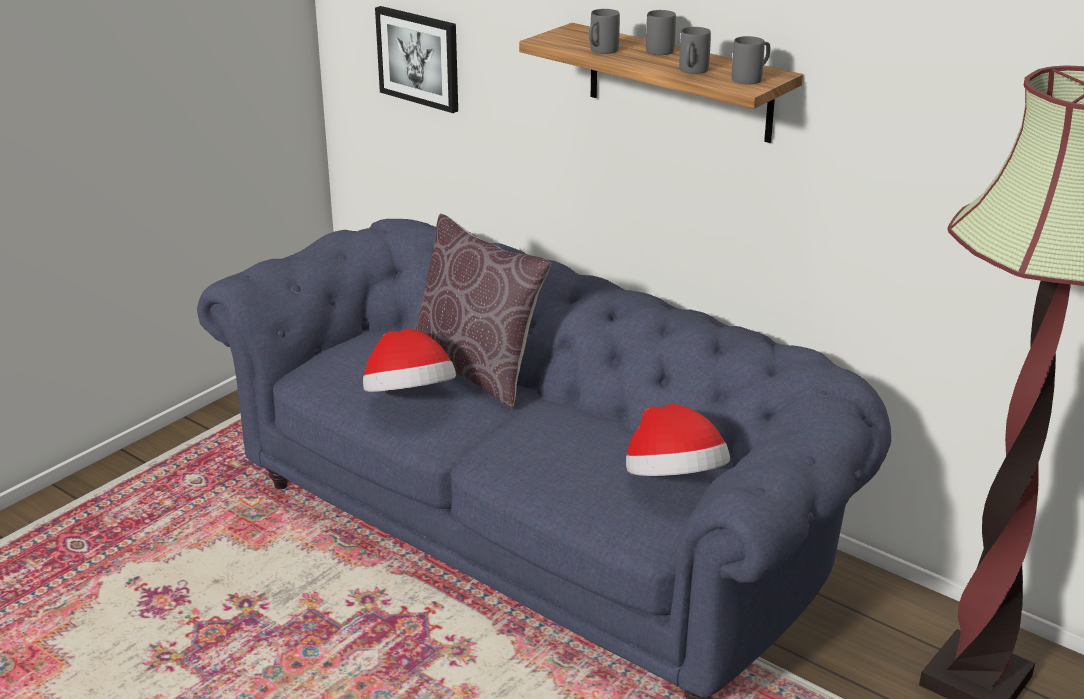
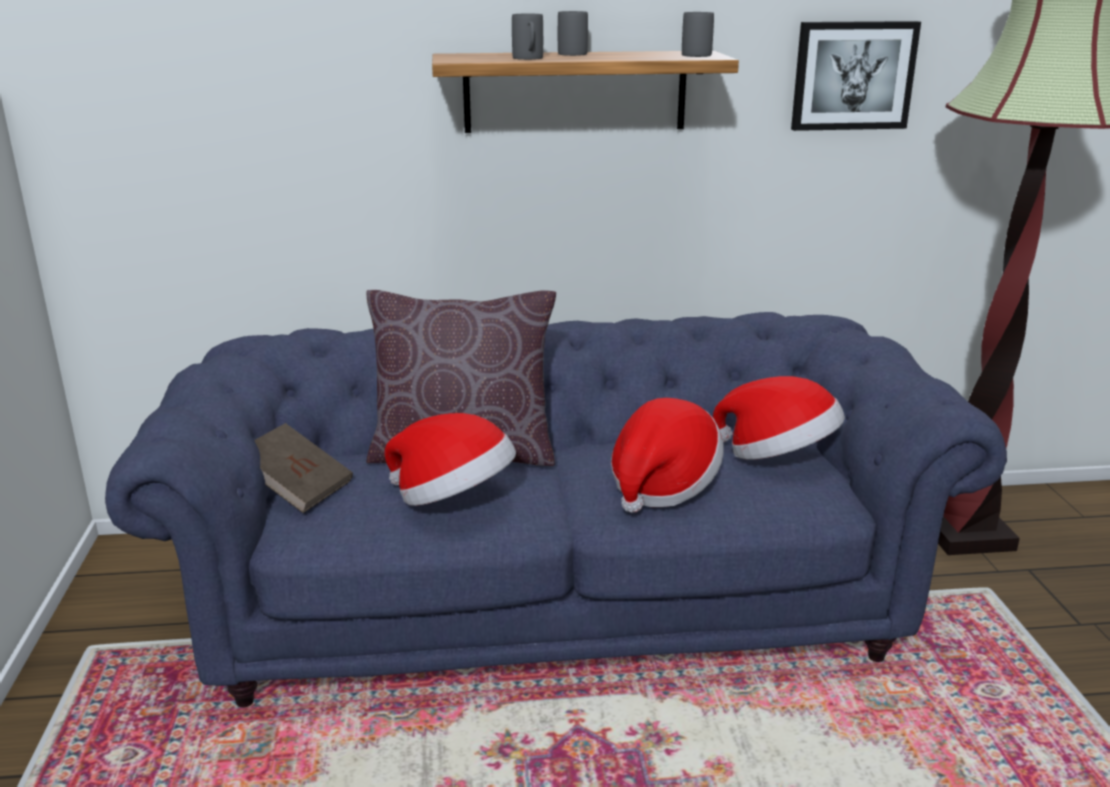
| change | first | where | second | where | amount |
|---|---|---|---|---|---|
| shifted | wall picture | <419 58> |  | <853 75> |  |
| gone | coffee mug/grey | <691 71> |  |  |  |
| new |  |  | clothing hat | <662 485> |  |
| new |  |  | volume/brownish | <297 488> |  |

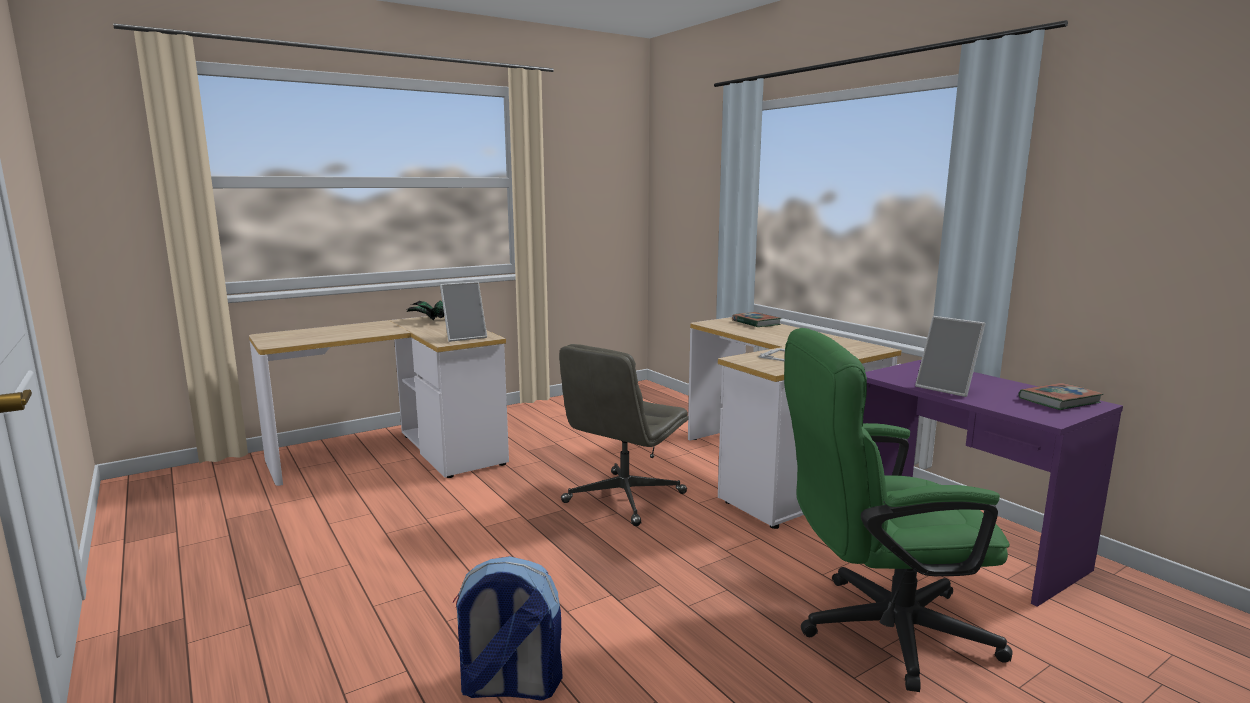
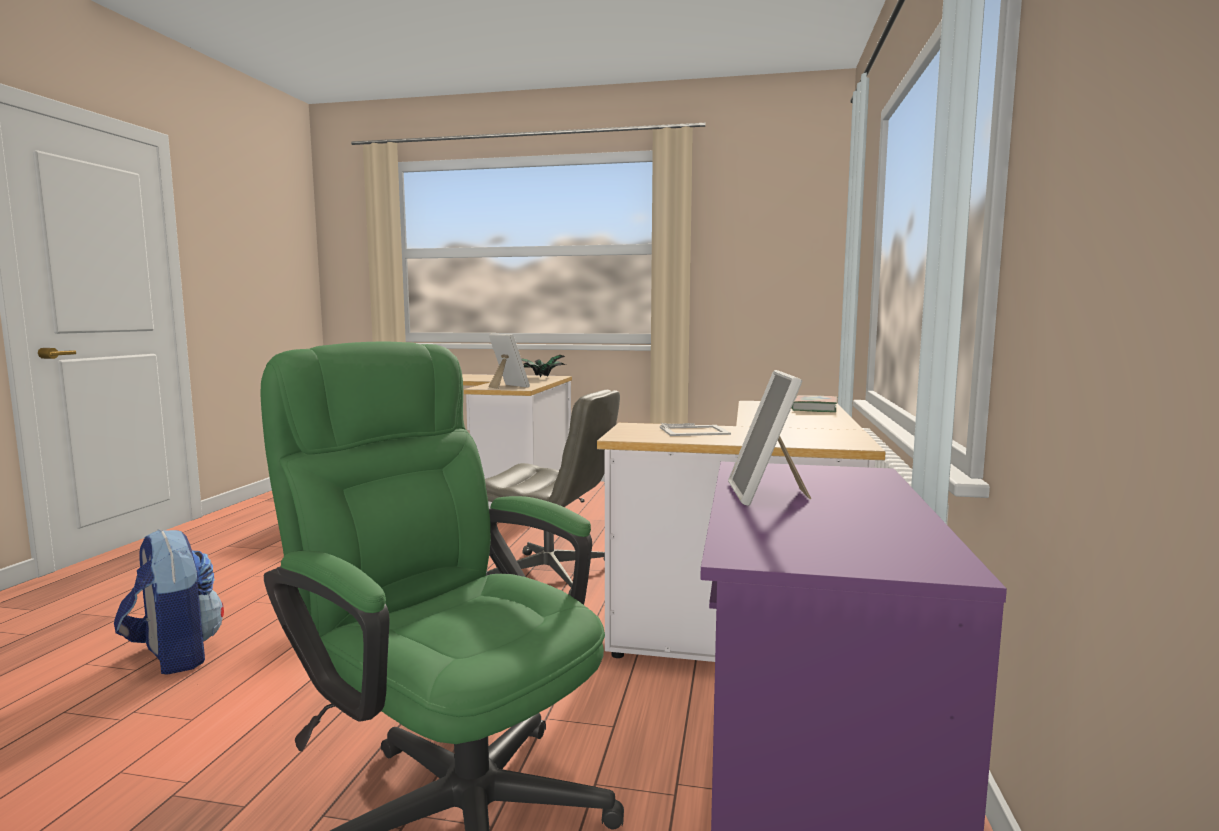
| change | first | where | second | where | amount |
|---|---|---|---|---|---|
| rotated | photo frame | <464 337> |  | <507 387> | 150 degrees counterclockwise |
| rotated | office chair/grey | <624 498> |  | <551 576> | 150 degrees counterclockwise |
| gone | volume | <1059 401> |  |  |  |

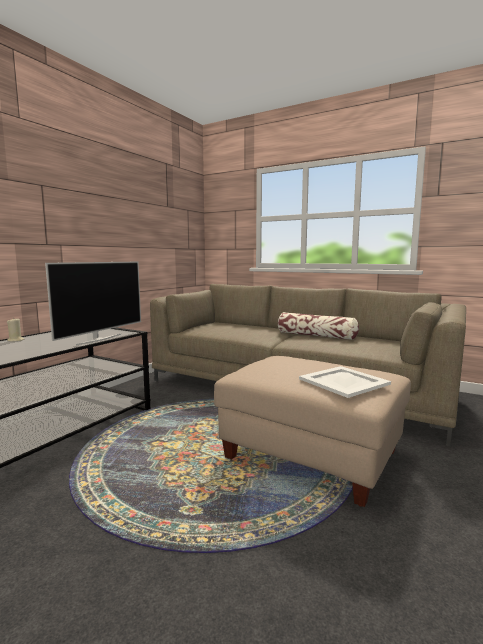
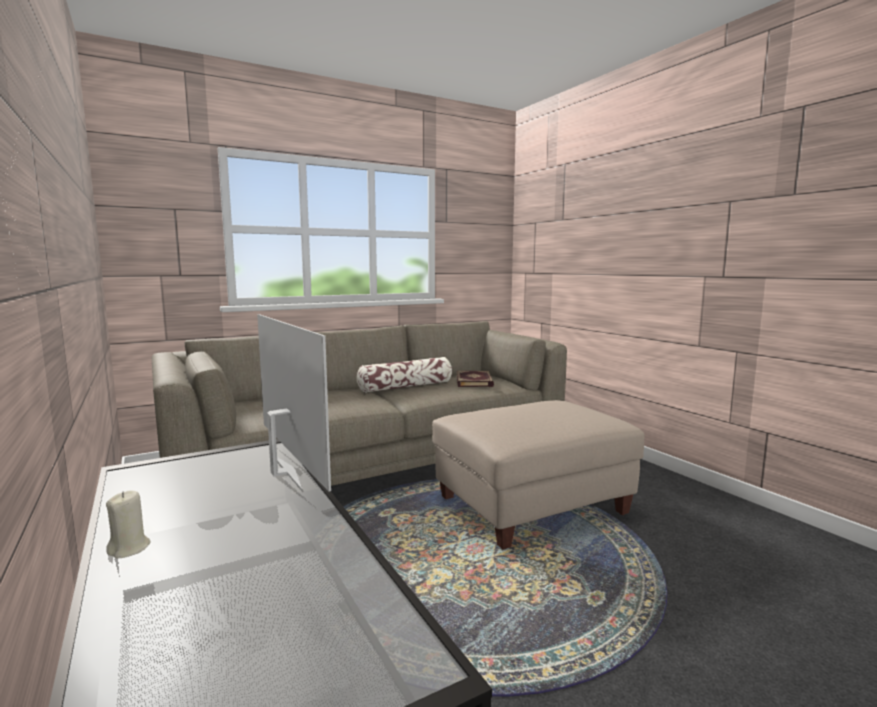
| change | first | where | second | where | amount |
|---|---|---|---|---|---|
| gone | carrying tray/white-coloured | <343 381> |  |  |  |
| new |  |  | volume | <475 381> |  |

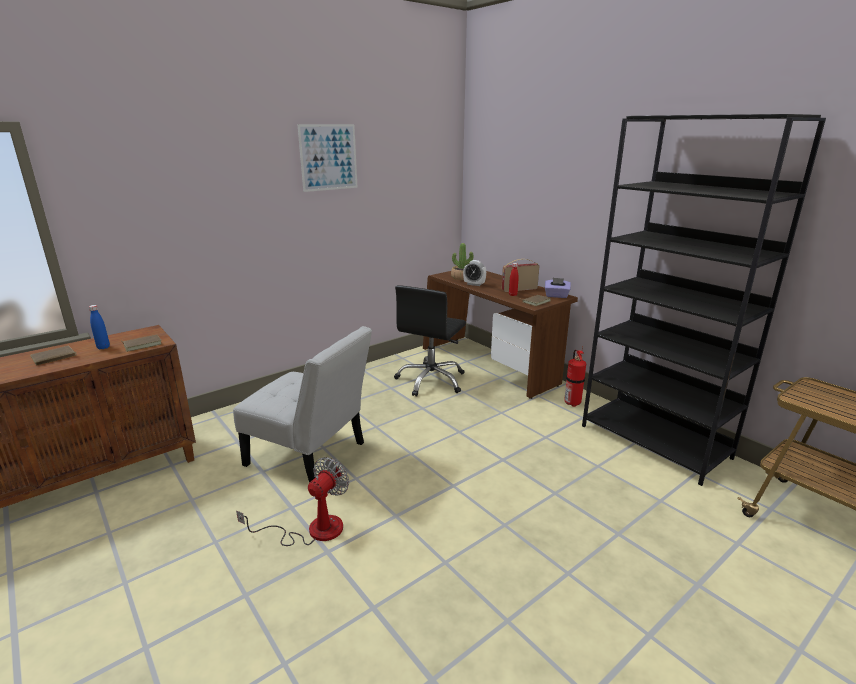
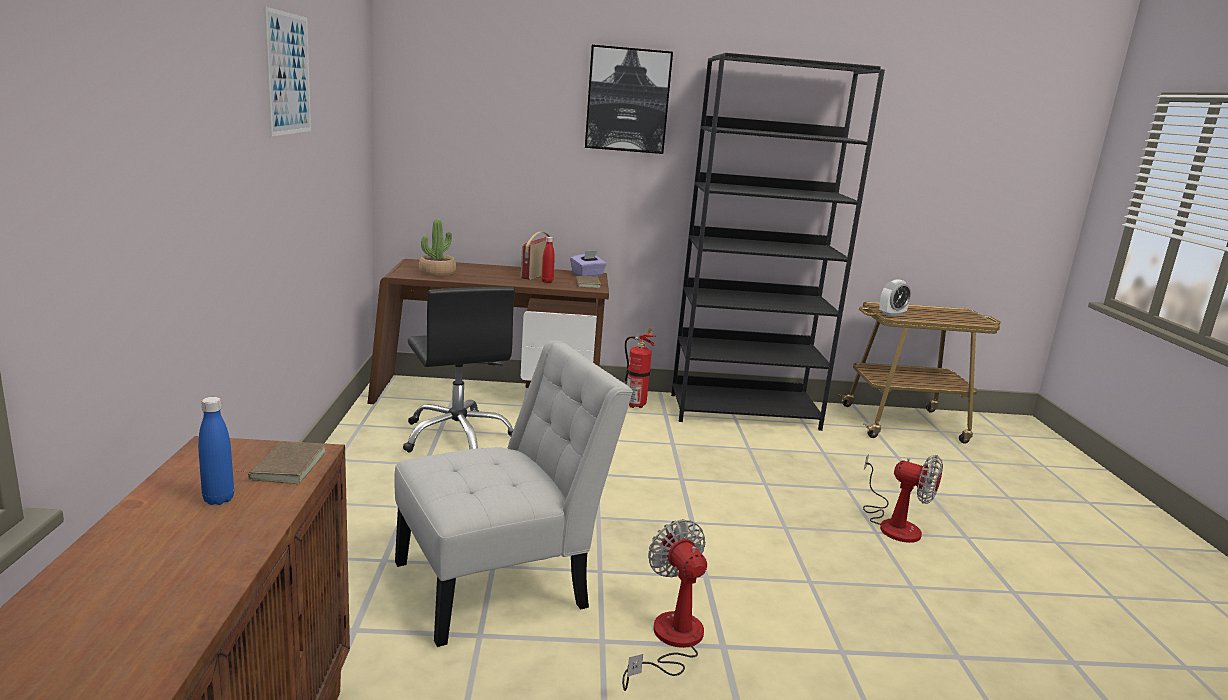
| change | first | where | second | where | amount |
|---|---|---|---|---|---|
| shifted | table clock | <474 284> |  | <892 314> |  |
| gone | volume/brownish | <54 358> |  |  |  |
| new |  |  | wall picture | <627 100> |  |
| new |  |  | fan | <893 523> |  |

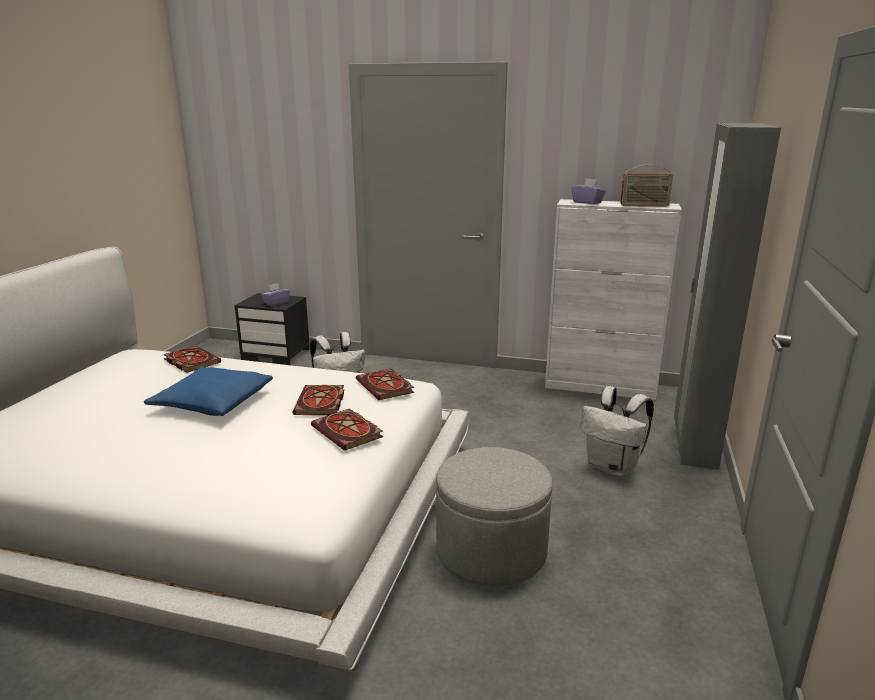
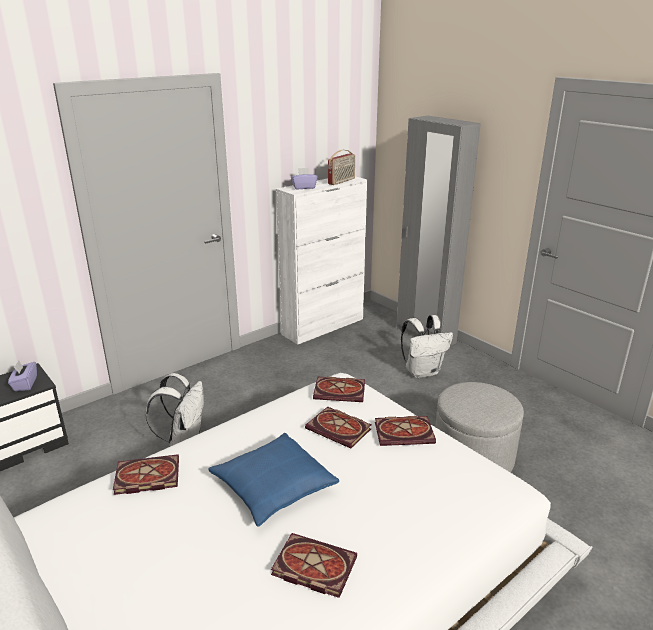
| change | first | where | second | where | amount |
|---|---|---|---|---|---|
| new |  |  | volume | <312 567> |  |

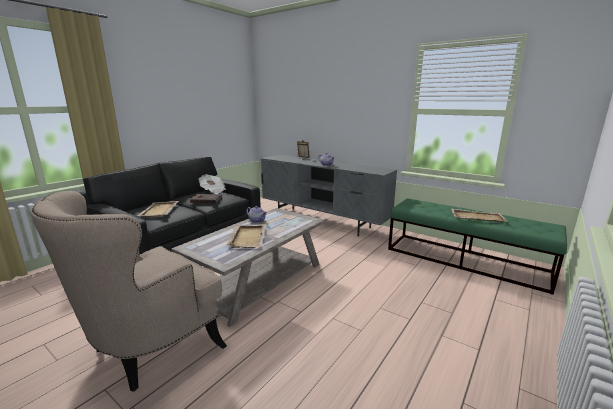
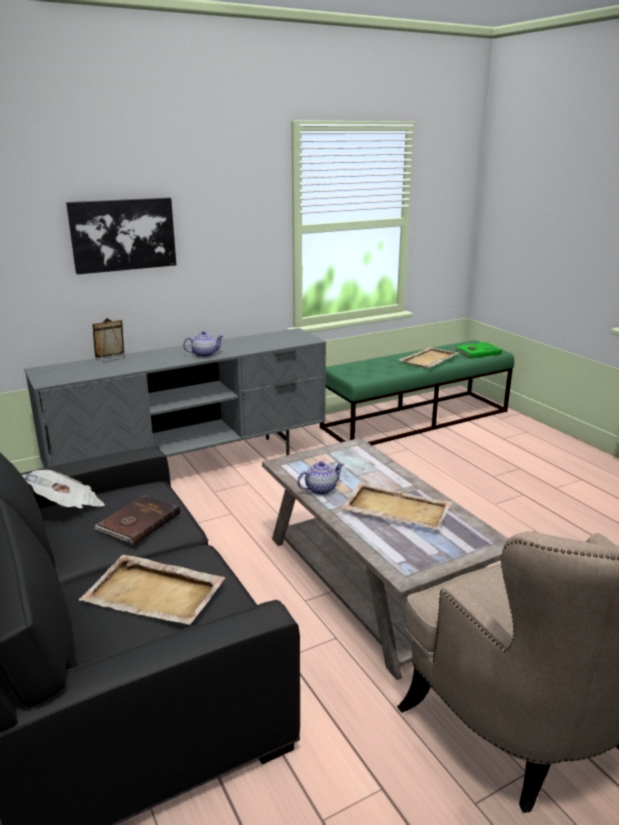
| change | first | where | second | where | amount |
|---|---|---|---|---|---|
| new |  |  | wall picture | <123 234> |  |
| new |  |  | volume/green | <477 352> |  |

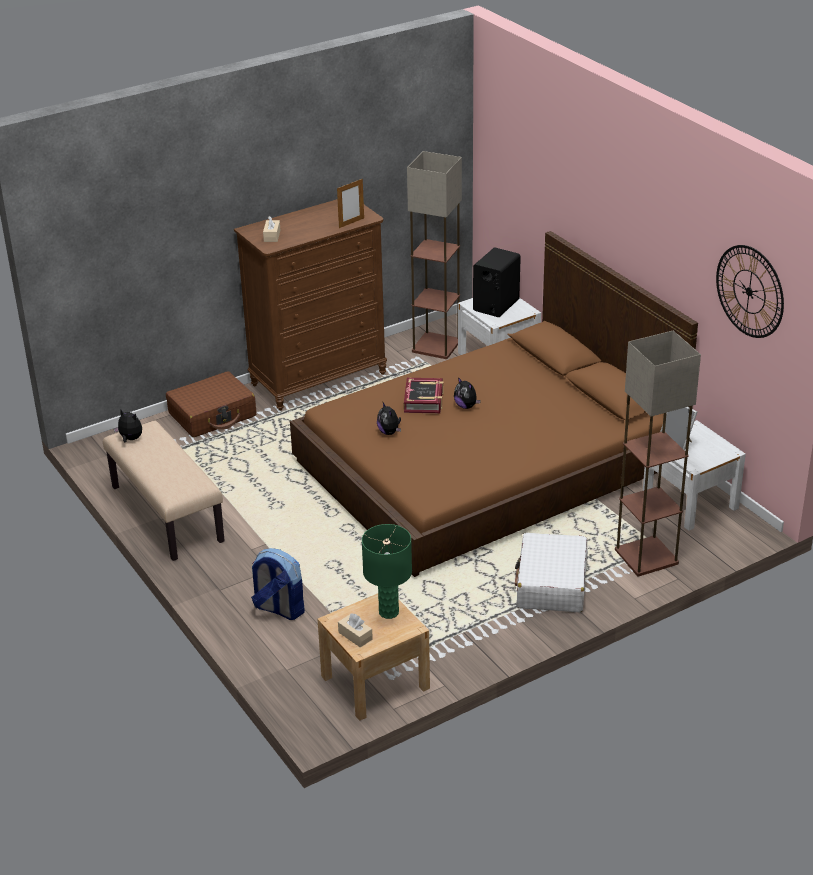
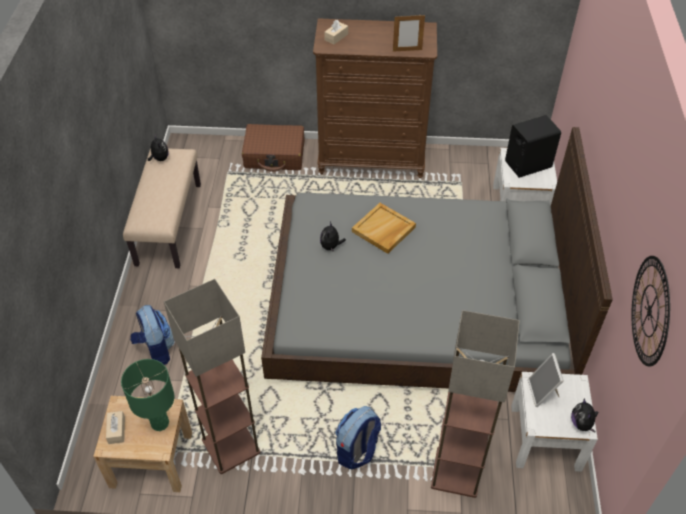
| change | first | where | second | where | amount |
|---|---|---|---|---|---|
| shifted | standing lamp | <435 346> |  | <231 445> |  |
| repainted | bed/brownish | <488 464> | bed/grey | <418 303> |  |
| shifted | cuddly toy | <466 406> |  | <582 424> |  |
| swapped | volume | <424 400> | carrying tray/beige | <383 230> |  |
| swapped | suitcase/white-coloured | <551 584> | backpack | <357 451> |  |

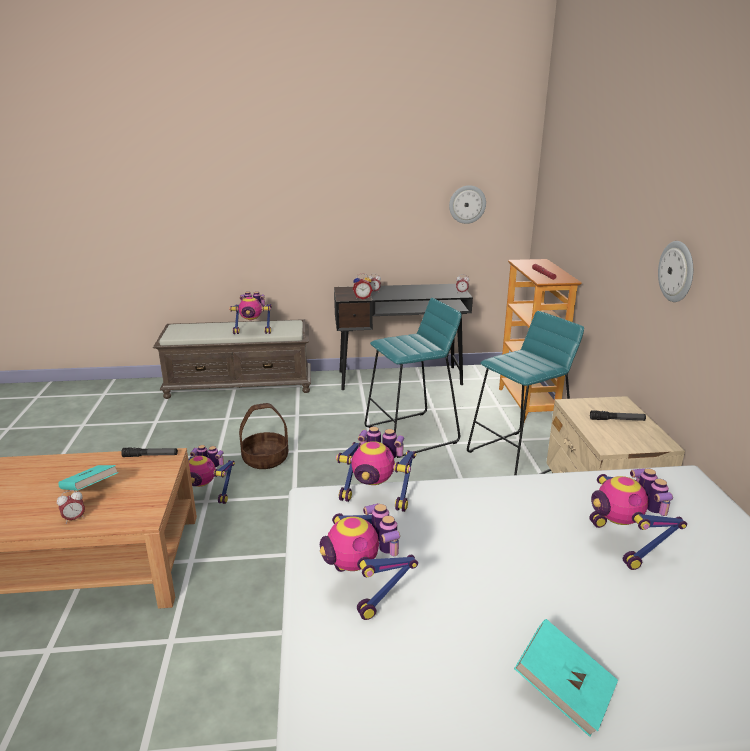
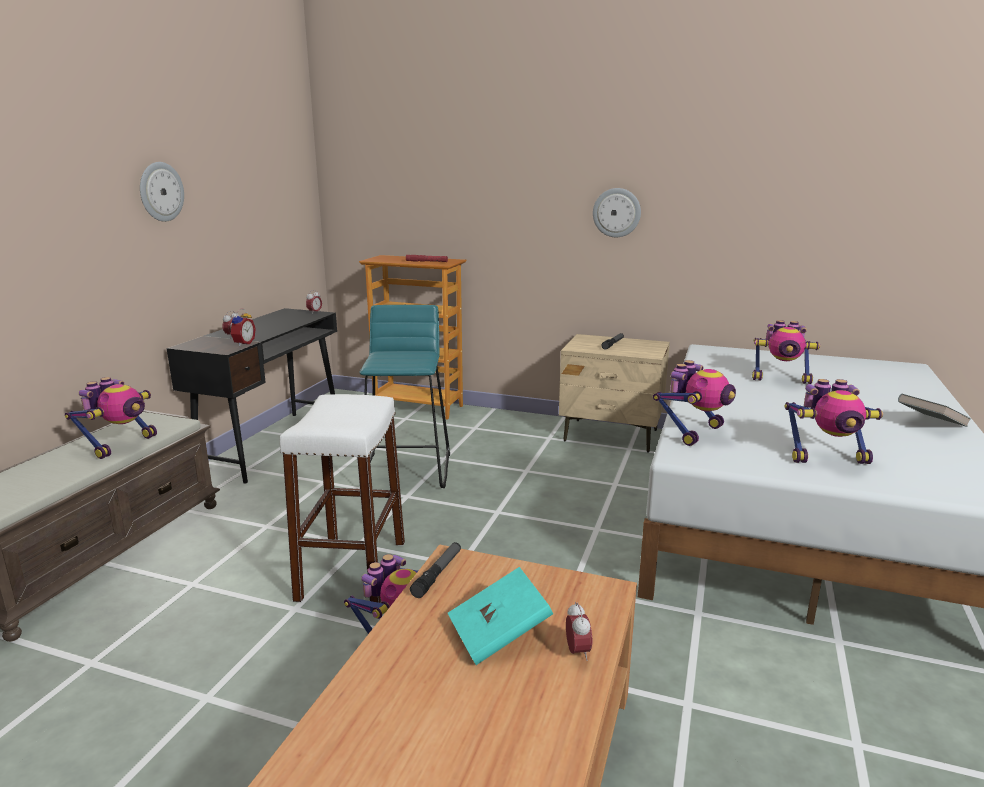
| change | first | where | second | where | amount |
|---|---|---|---|---|---|
| shifted | clock on the wall | <467 204> |  | <160 192> |  |
| gone | stool seat/blue-green | <519 457> |  |  |  |
| swapped | basket | <265 458> | stool seat/white-coloured | <352 570> |  |
| repainted | volume/blue-green | <564 690> | volume/grey | <930 424> |  |

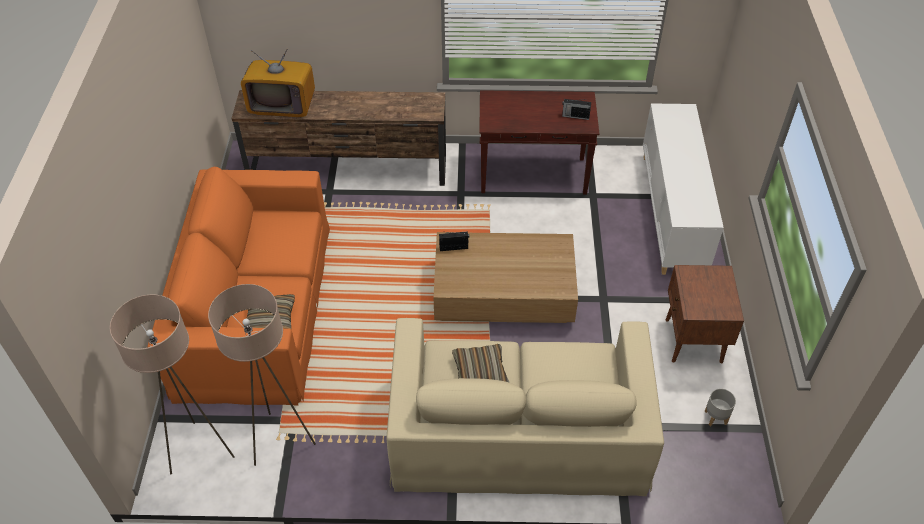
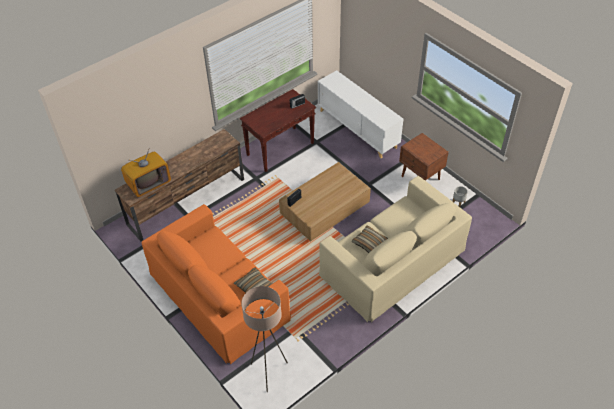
| change | first | where | second | where | amount |
|---|---|---|---|---|---|
| gone | standing lamp/beige | <280 441> |  |  |  |

